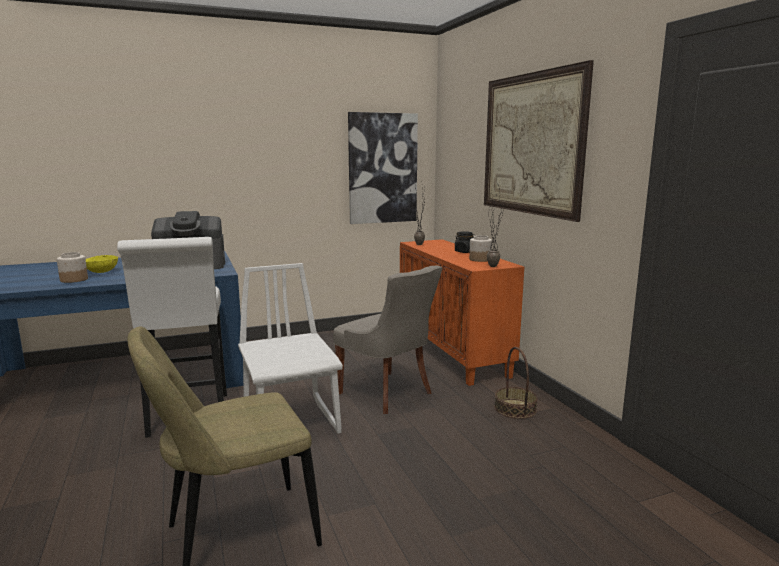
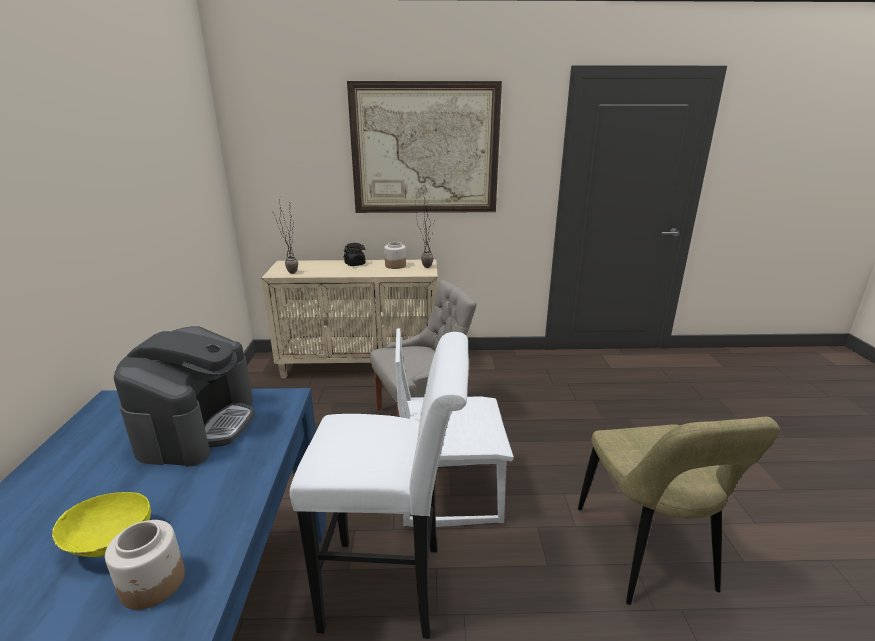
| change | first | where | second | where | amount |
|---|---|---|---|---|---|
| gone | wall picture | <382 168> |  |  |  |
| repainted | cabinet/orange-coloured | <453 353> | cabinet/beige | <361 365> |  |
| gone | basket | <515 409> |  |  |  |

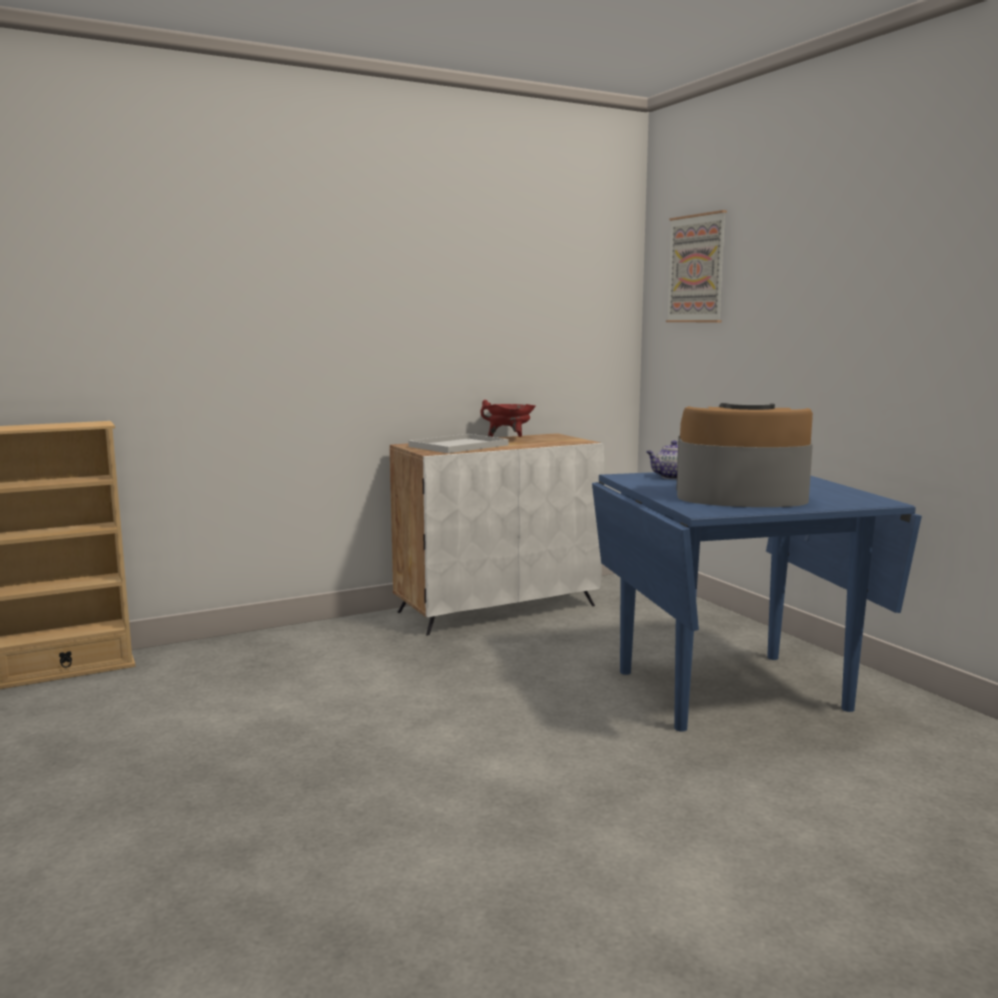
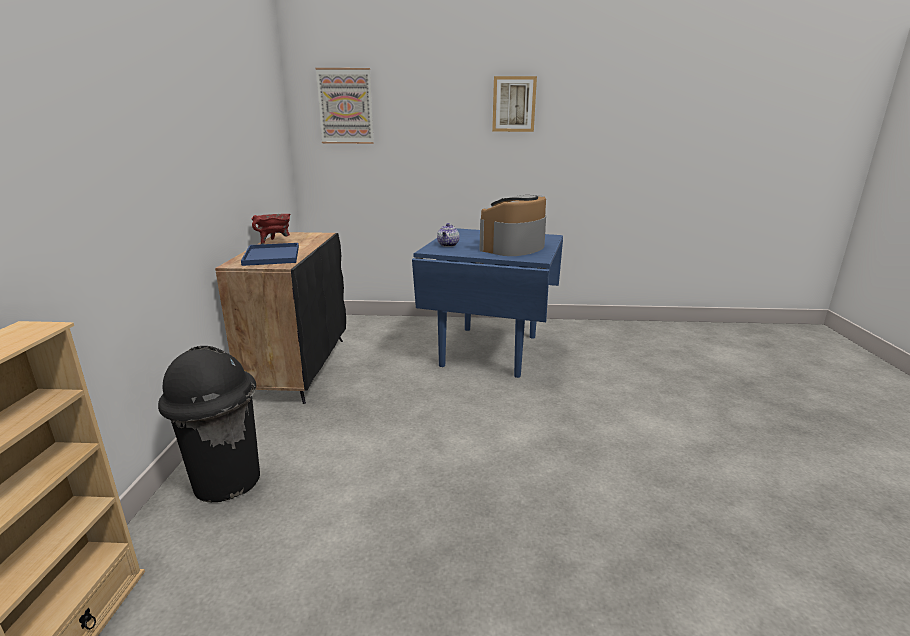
| change | first | where | second | where | amount |
|---|---|---|---|---|---|
| repainted | cabinet/white-coloured | <498 608> | cabinet/black | <299 367> |  |
| repainted | carrying tray/white-coloured | <459 445> | carrying tray/blue | <271 255> |  |
| new |  |  | wall picture | <513 104> |  |
| new |  |  | waste bin/black | <225 481> |  |

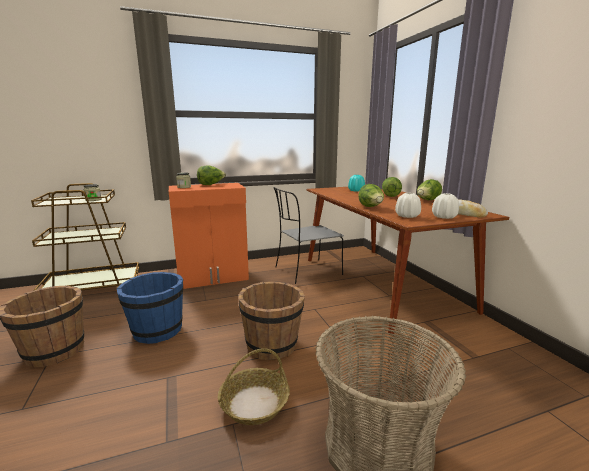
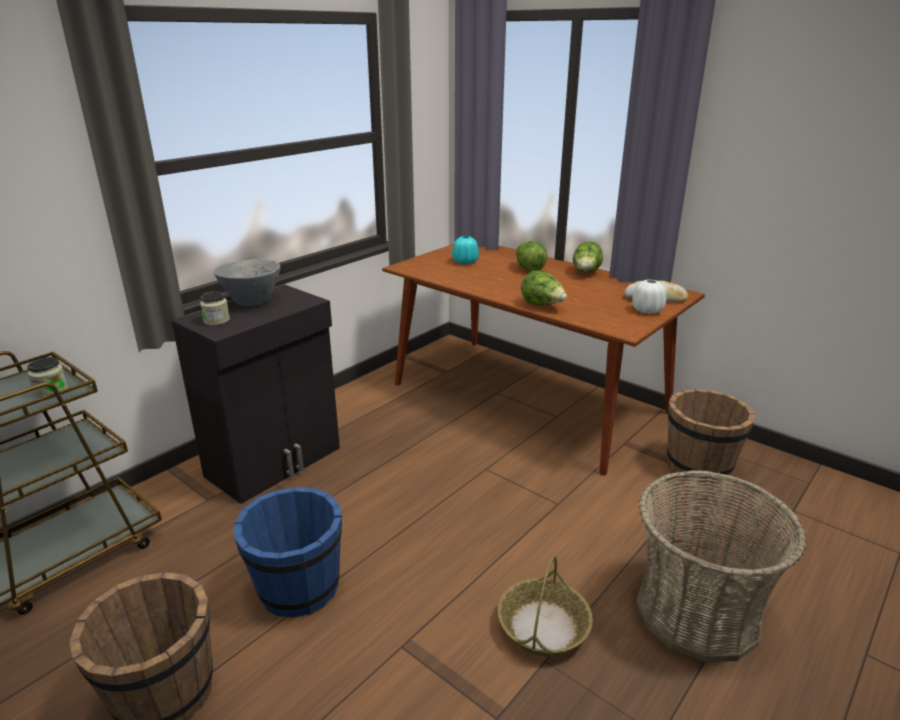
| change | first | where | second | where | amount |
|---|---|---|---|---|---|
| swapped | head of lettuce | <211 185> | serving bowl/grey | <252 302> |  |
| repainted | cabinet/orange-coloured | <213 277> | cabinet/black | <276 462> |  |
| gone | plain chair/grey | <306 271> |  |  |  |
| gone | flower vase/white-coloured | <407 216> |  |  |  |
| shifted | bucket/brownish | <272 345> |  | <699 466> |  |

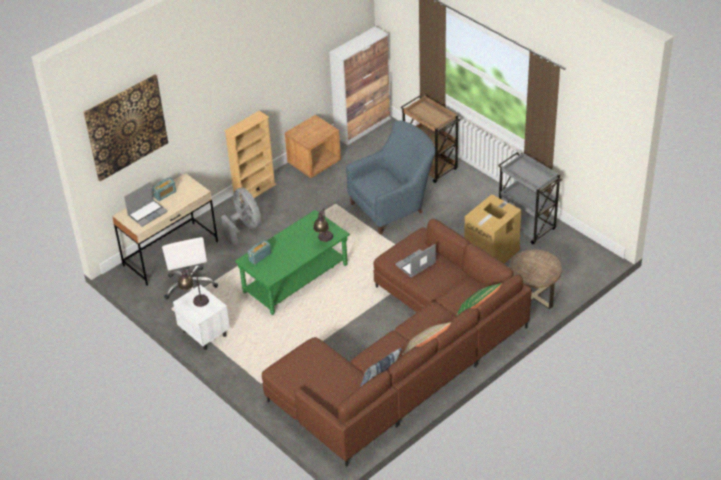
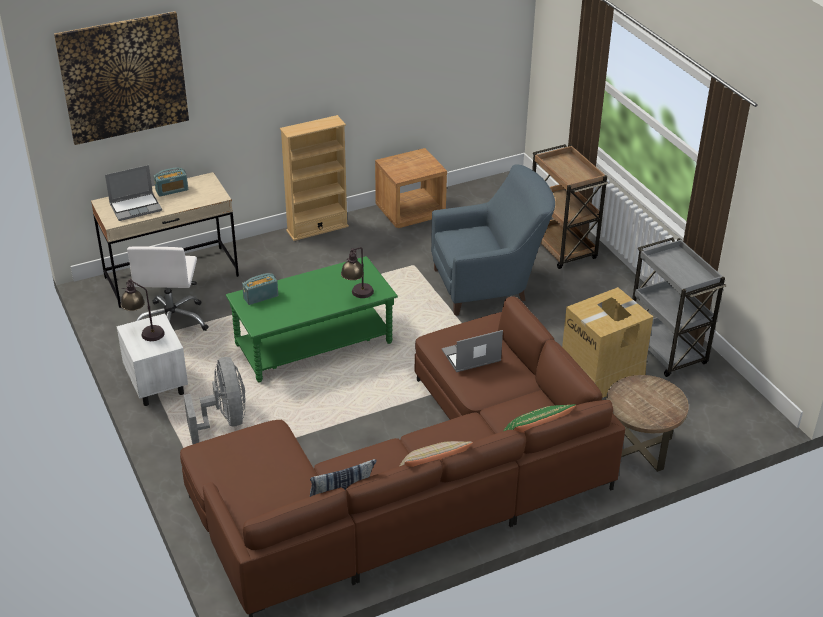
| change | first | where | second | where | amount |
|---|---|---|---|---|---|
| gone | cabinet | <363 127> |  |  |  |
| shifted | fan/grey | <244 227> |  | <224 421> |  |

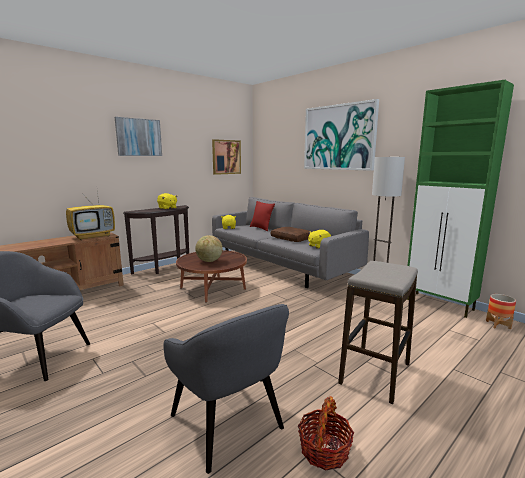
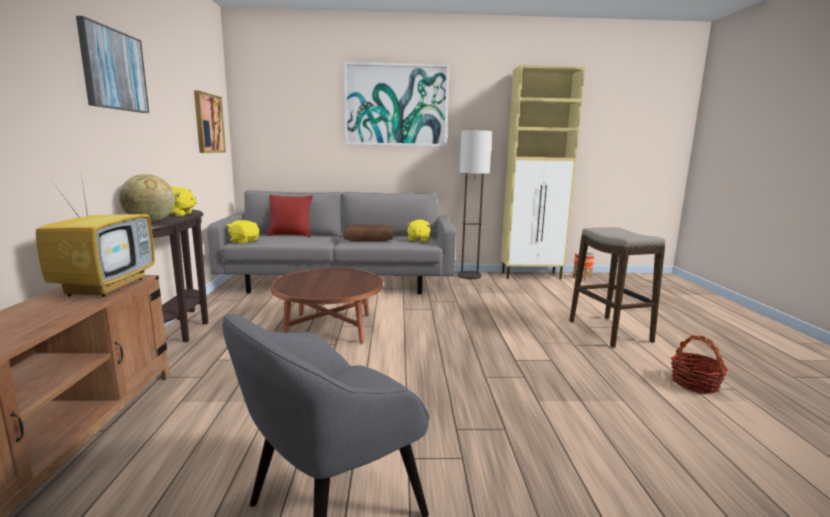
| change | first | where | second | where | amount |
|---|---|---|---|---|---|
| repainted | cabinet/green | <440 305> | cabinet/beige | <532 275> |  |
| shifted | desk globe | <209 261> |  | <150 222> |  |
| gone | lounge chair/grey | <227 423> |  |  |  |

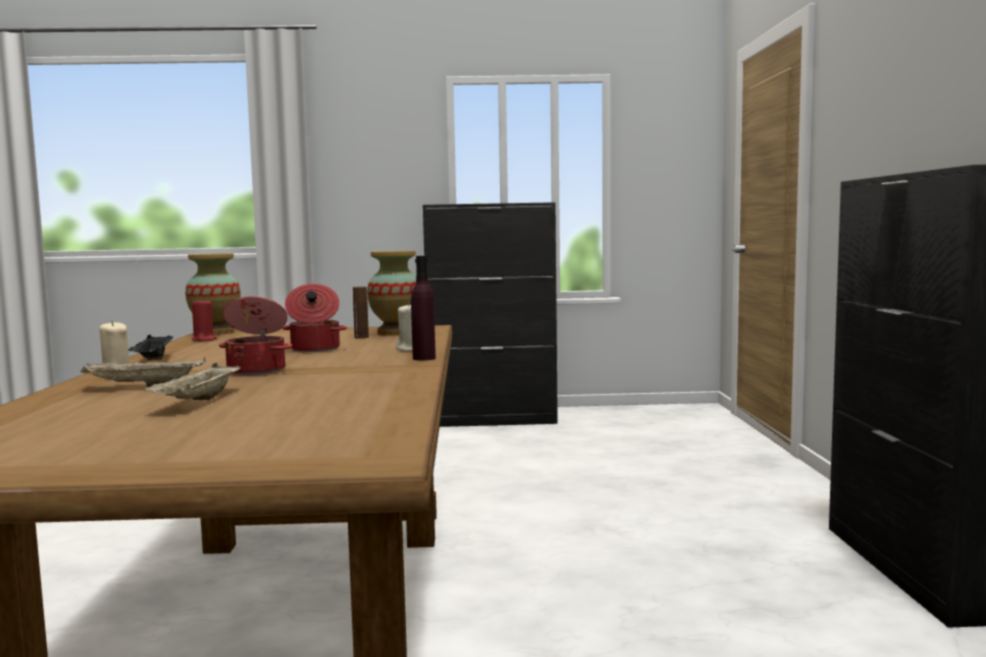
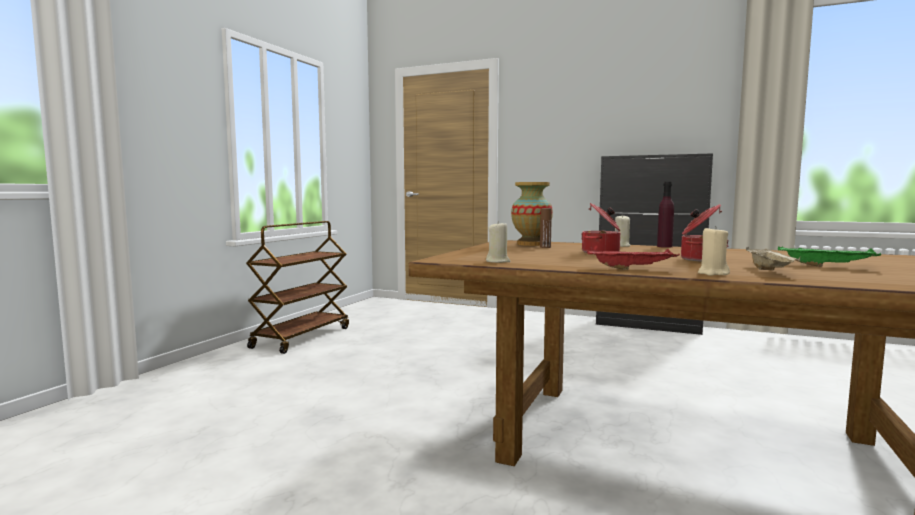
| change | first | where | second | where | amount |
|---|---|---|---|---|---|
| swapped | cabinet/black | <493 420> | wheeled cart/brownish | <302 337> |  |
| gone | flower vase | <215 333> |  |  |  |
| repainted | candle/reddish | <204 339> | candle/beige | <498 261> |  |
| repainted | carrying tray/black | <154 361> | carrying tray/reddish | <632 269> |  |
| repainted | carrying tray/beige | <198 401> | carrying tray/green | <827 266> |  |

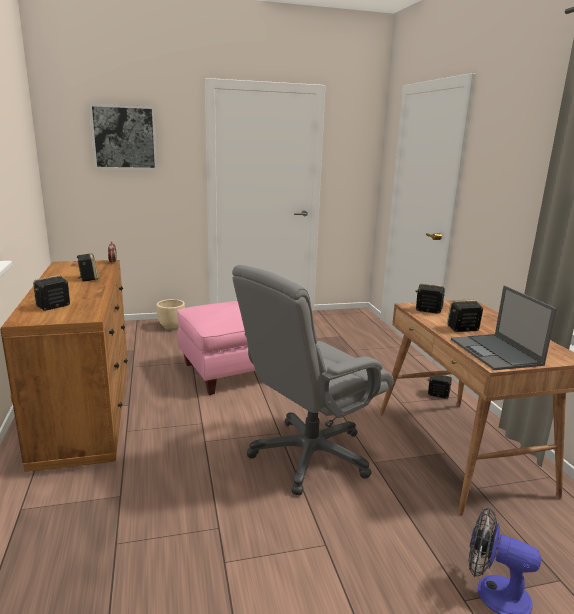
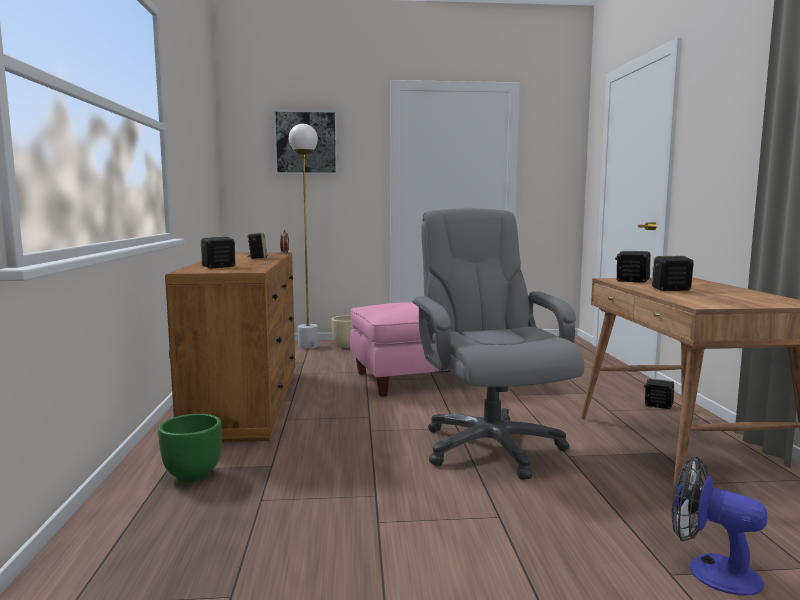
| change | first | where | second | where | amount |
|---|---|---|---|---|---|
| rotated | office chair/grey | <309 456> |  | <490 447> | 105 degrees clockwise |
| gone | laptop | <496 352> |  |  |  |
| new |  |  | standing lamp/white-coloured | <308 346> |  |
| new |  |  | plant pot/green | <192 475> |  |

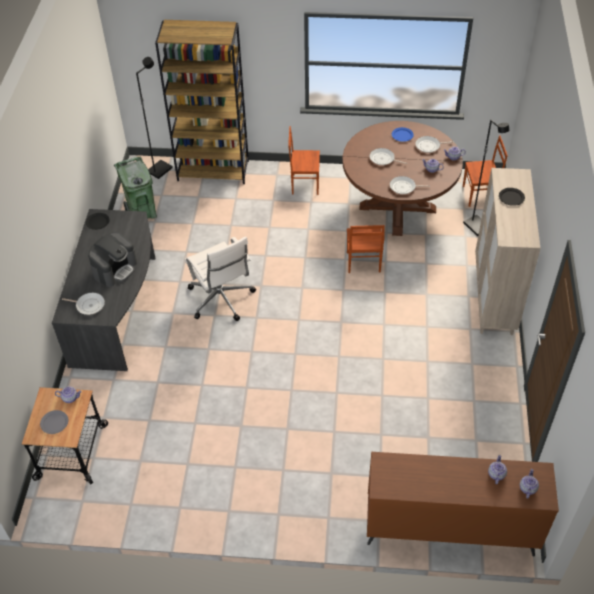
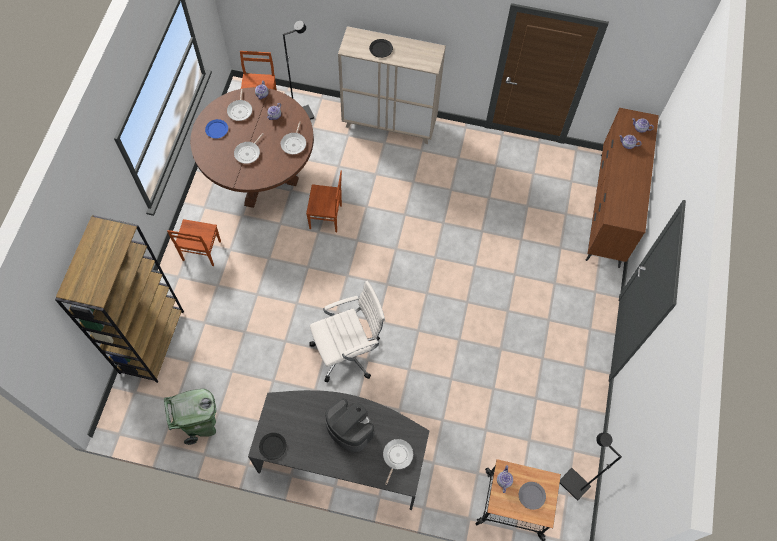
| change | first | where | second | where | amount |
|---|---|---|---|---|---|
| shifted | standing lamp/black | <159 170> |  | <573 484> |  |

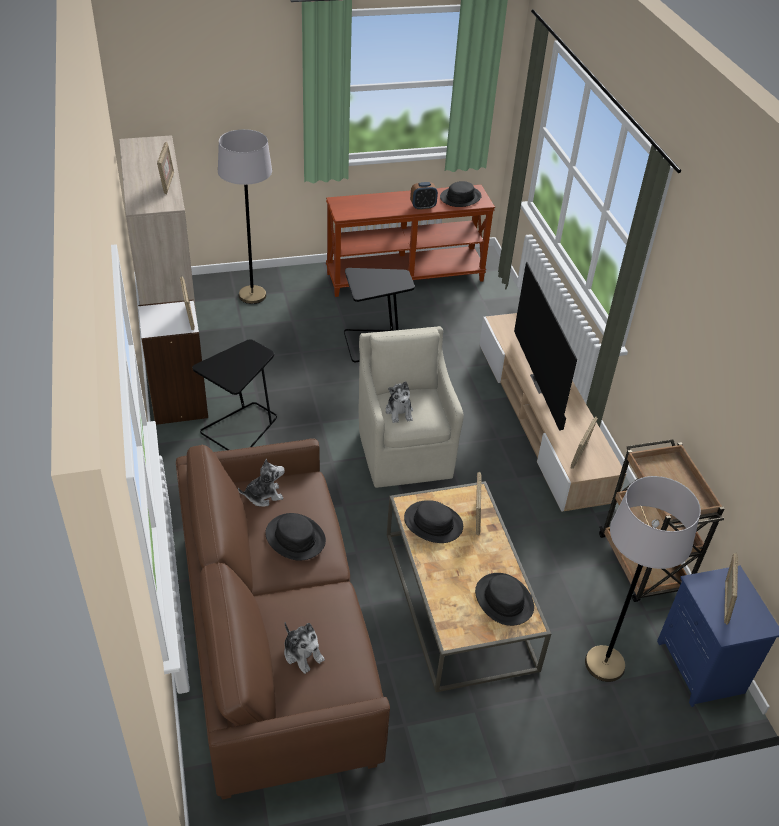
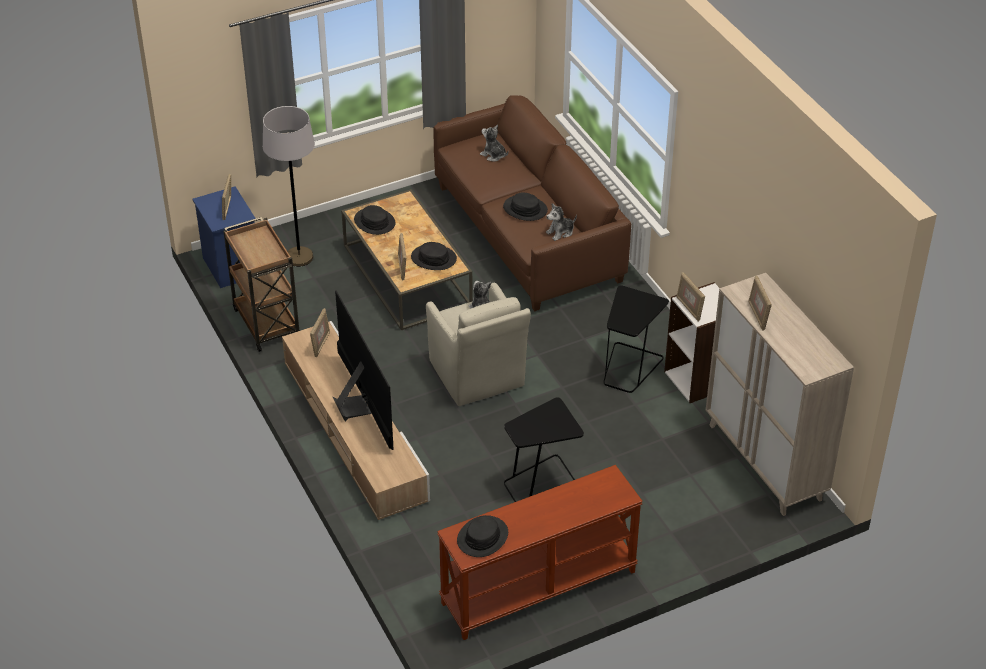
| change | first | where | second | where | amount |
|---|---|---|---|---|---|
| gone | standing lamp/grey | <252 295> |  |  |  |
| gone | table clock | <423 207> |  |  |  |

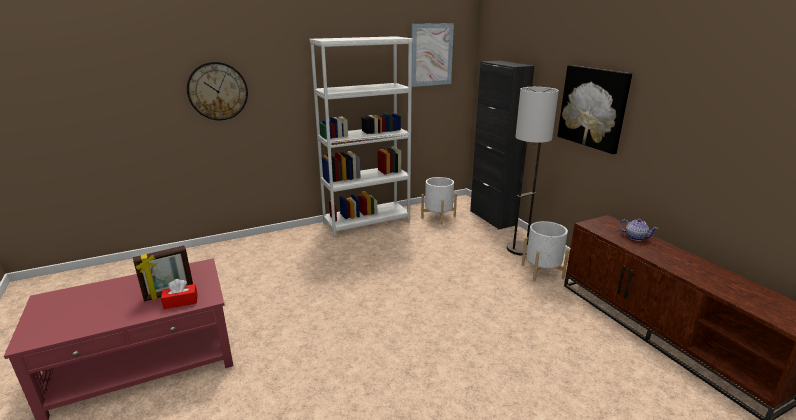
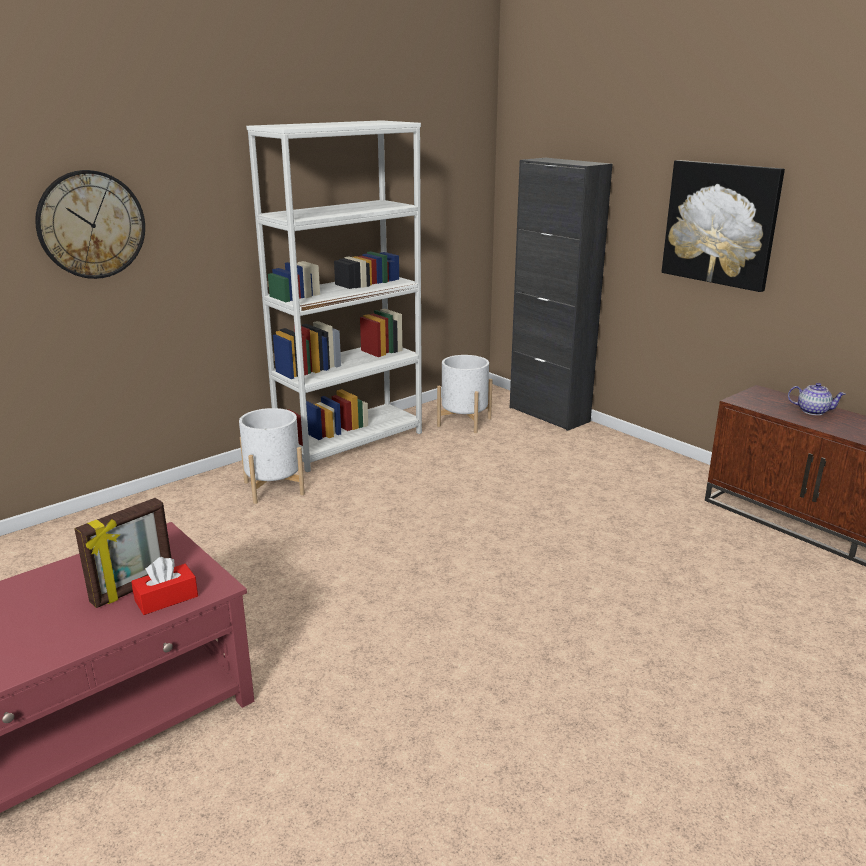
| change | first | where | second | where | amount |
|---|---|---|---|---|---|
| gone | wall picture | <431 55> |  |  |  |
| gone | standing lamp | <520 249> |  |  |  |
| shifted | plant pot/white-coloured | <542 271> |  | <274 488> |  |

